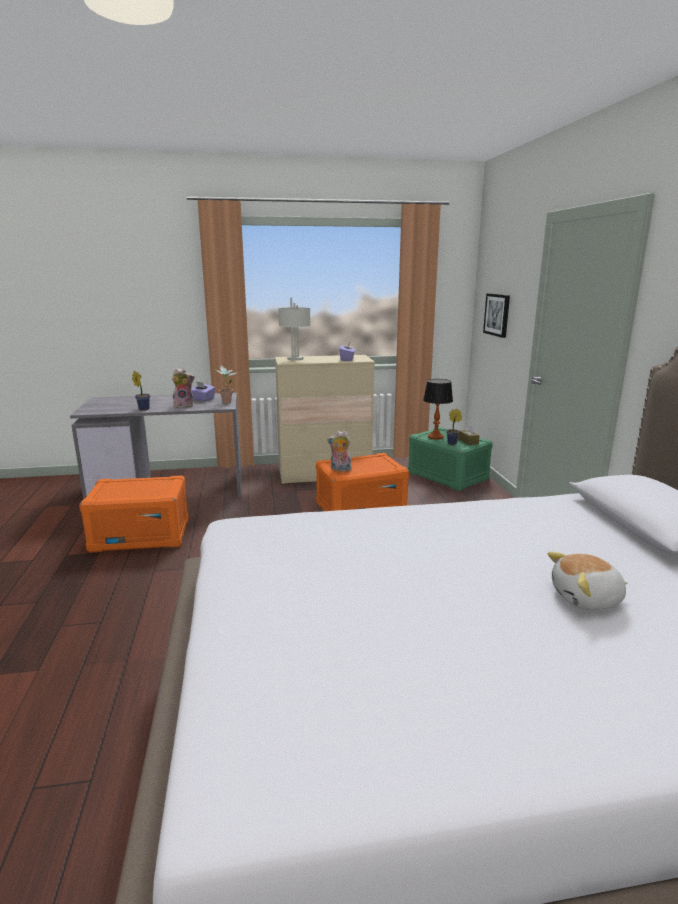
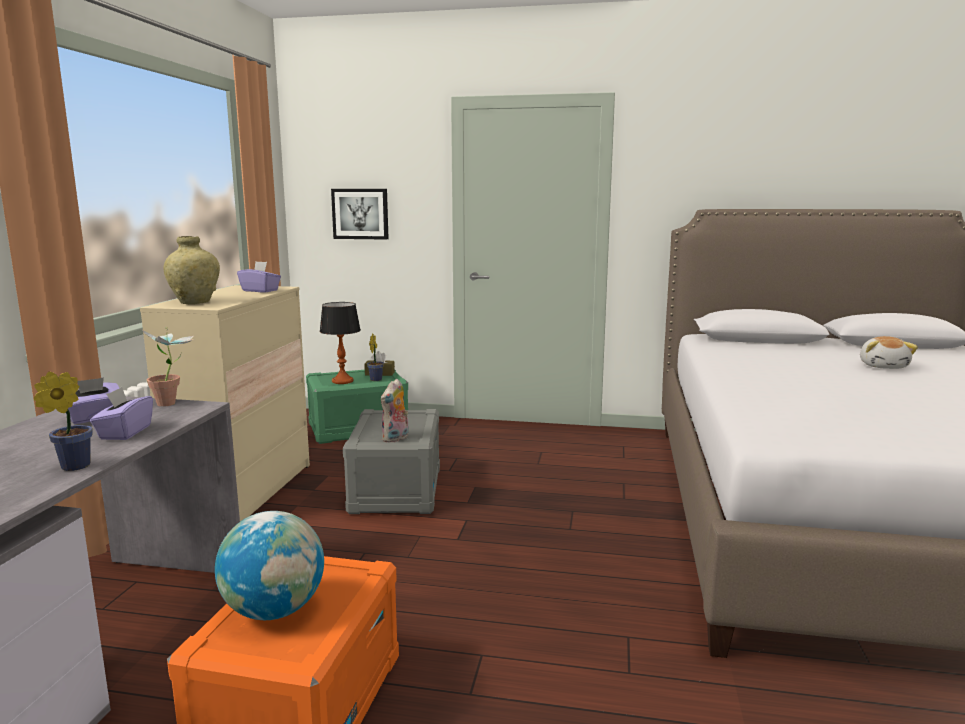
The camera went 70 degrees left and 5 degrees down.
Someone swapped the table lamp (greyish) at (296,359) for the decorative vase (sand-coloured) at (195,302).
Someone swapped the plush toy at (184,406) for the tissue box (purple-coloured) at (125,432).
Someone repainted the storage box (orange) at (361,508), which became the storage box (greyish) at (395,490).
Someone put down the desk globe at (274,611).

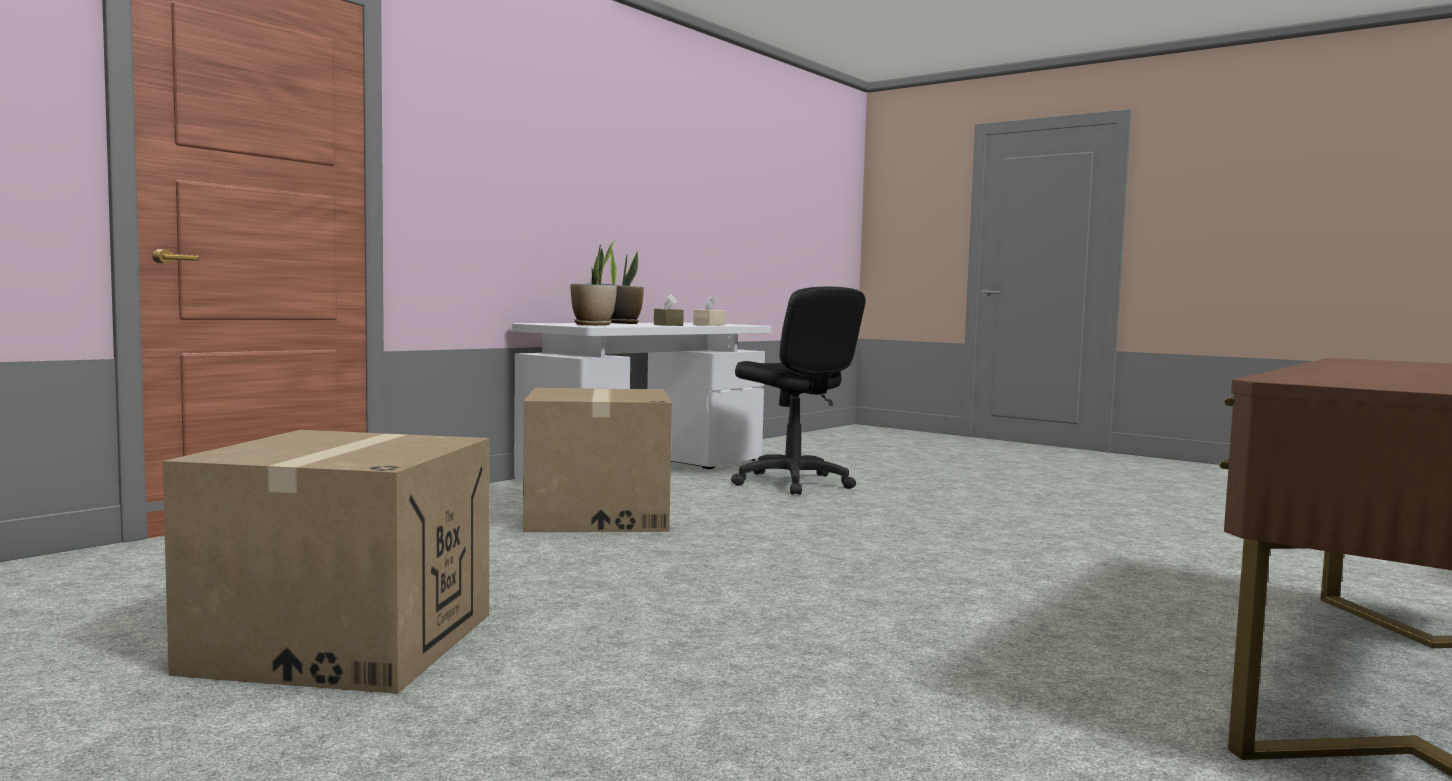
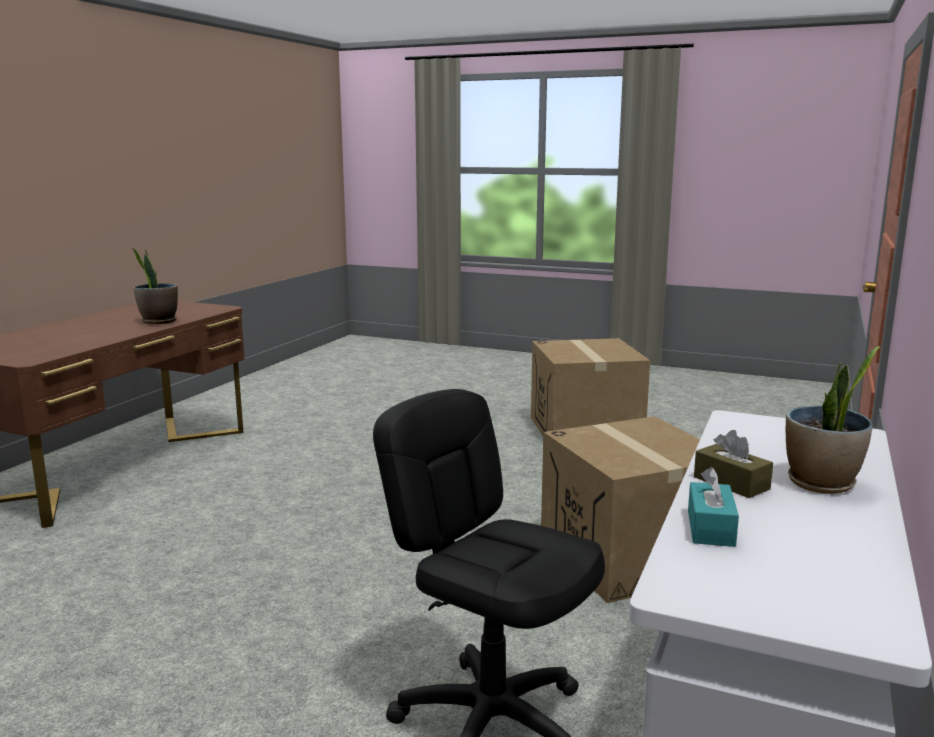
The camera went 165 degrees right and 10 degrees up.
Someone carried the houseplant from (593,325) to (158,321).
Someone repainted the tissue box (sand-coloured) at (709,325), which became the tissue box (turquoise-coloured) at (710,528).

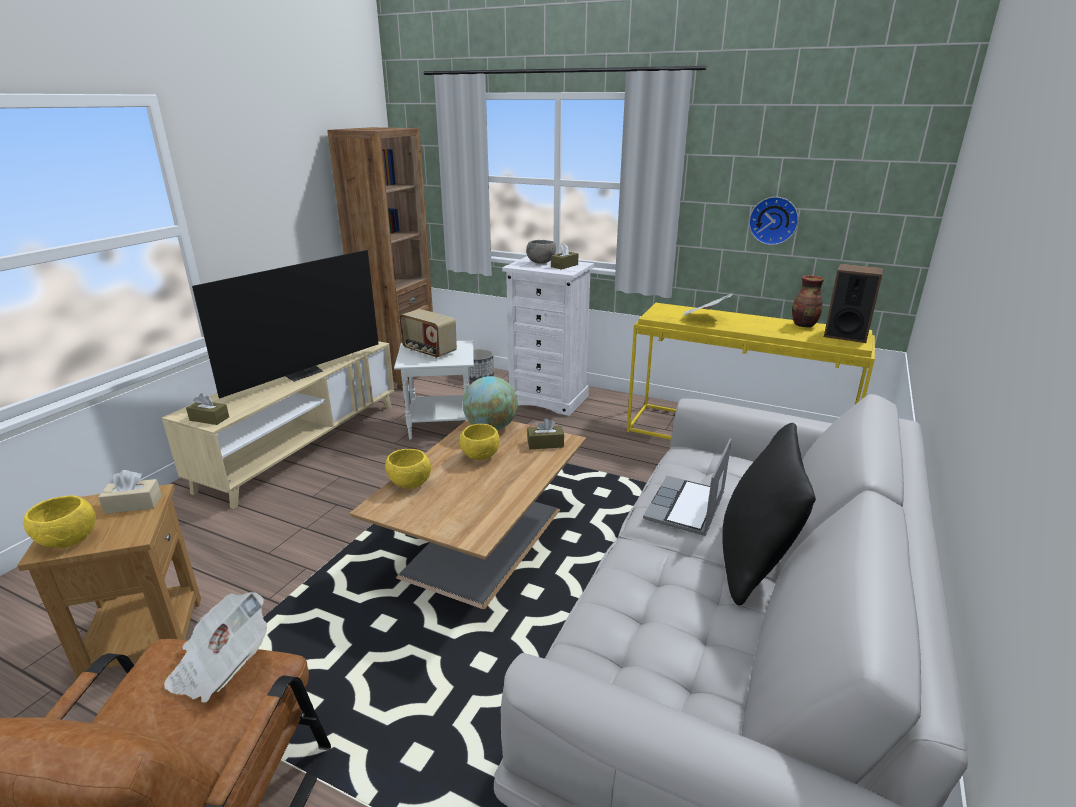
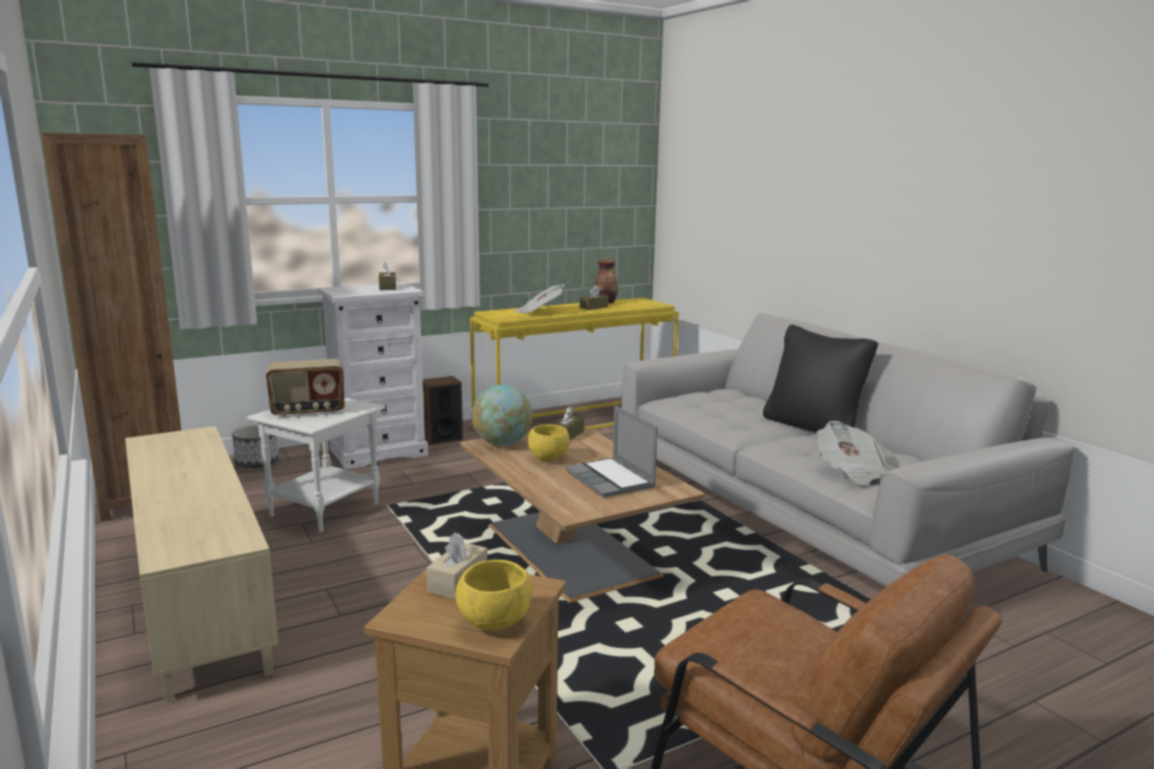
The camera went 55 degrees left and 10 degrees down.
Someone took away the hanging clock at (773,220).
Someone took away the bowl (greyish) at (540,262).
Someone took away the television at (302,373).
Someone carried the speaker from (845,335) to (442,438).
Someone carried the tissue box (brown-coloured) from (209,419) to (594,307).
Someone carried the notebook computer from (686,508) to (611,479).
Someone took away the bowl (yellowish) at (410,484).
Someone carried the printed paper from (222,665) to (849,471).

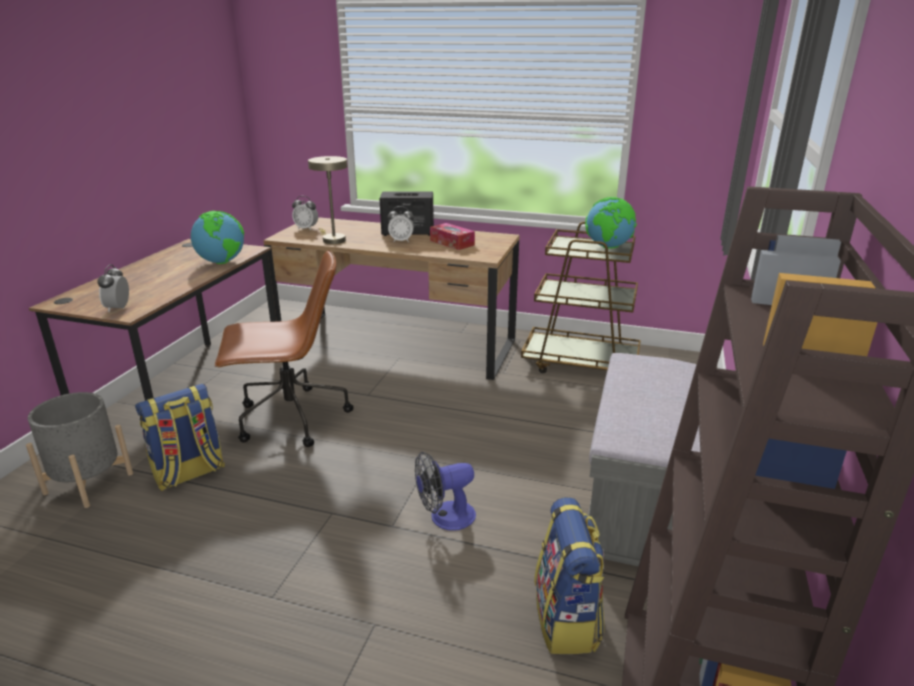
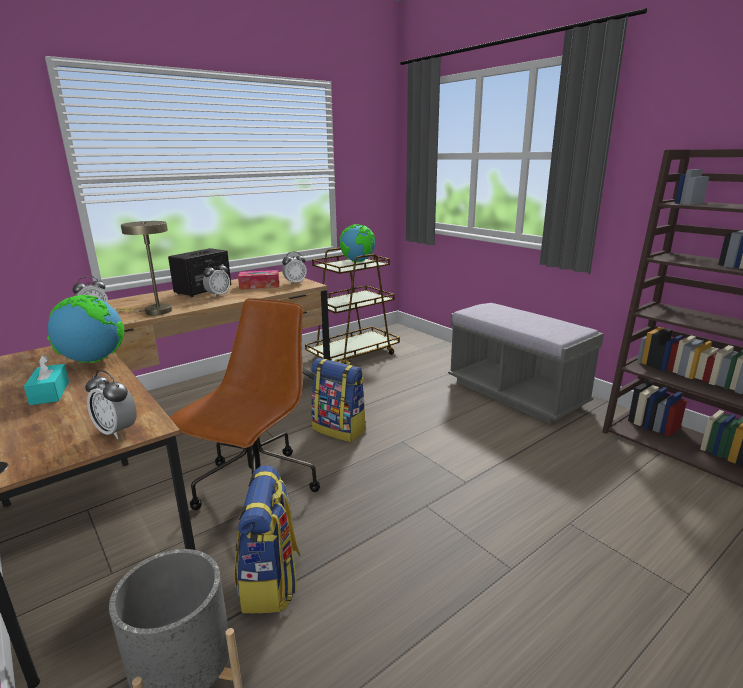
The camera went 55 degrees left and 5 degrees down.
Someone took away the fan at (445,518).
Someone carried the backpack from (567,620) to (340,429).
Someone put down the table clock at (295,282).
Someone put down the tissue box (turquoise-coloured) at (50,393).

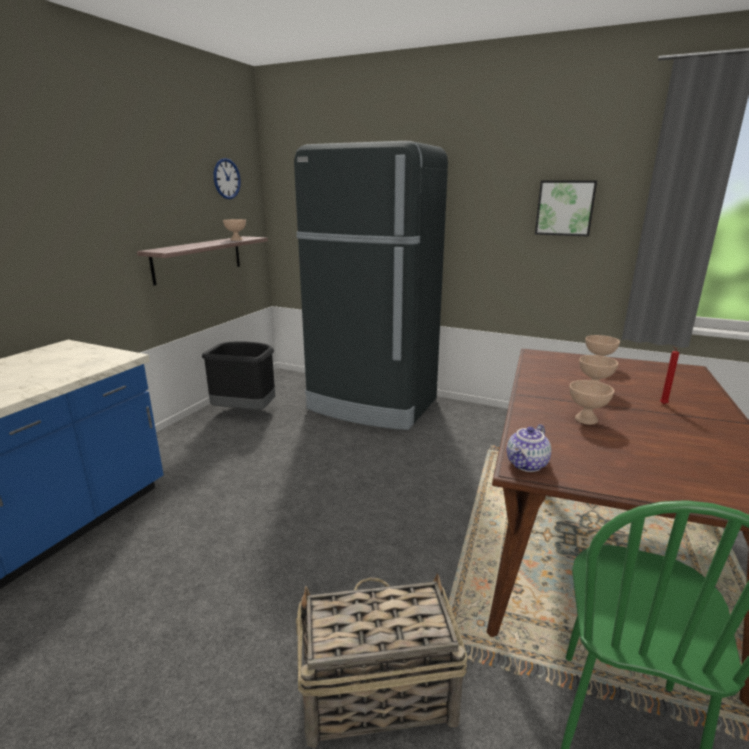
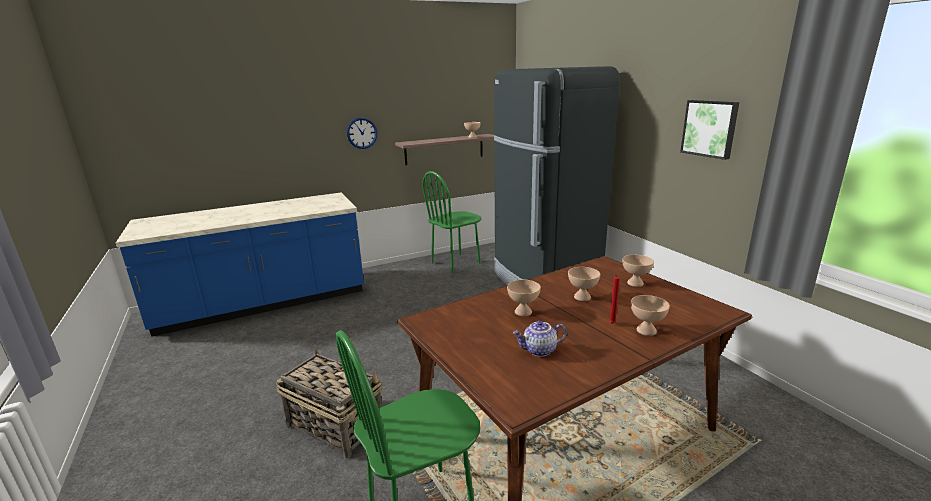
The camera went 40 degrees right and 0 degrees up.
Someone carried the hanging clock from (226,179) to (362,133).
Someone swapped the rubbish bin (black-coloured) at (245,412) for the plain chair (green-coloured) at (456,263).
Someone carried the pot for tea from (527,465) to (539,351).
Someone put down the bowl (sand-coloured) at (646,330).

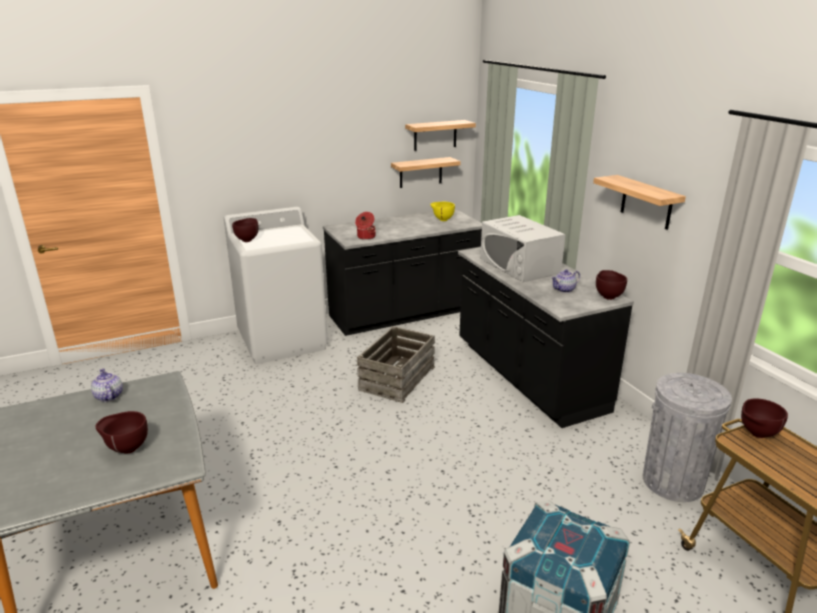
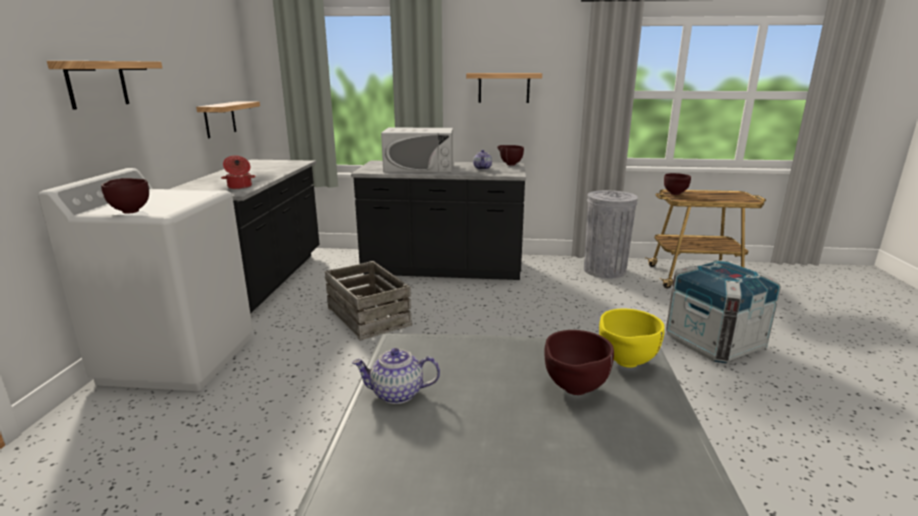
The camera went 60 degrees left and 5 degrees down.
Someone carried the shelf from (435,135) to (97,84).
Someone carried the bowl (yellowish) from (442,220) to (625,363).

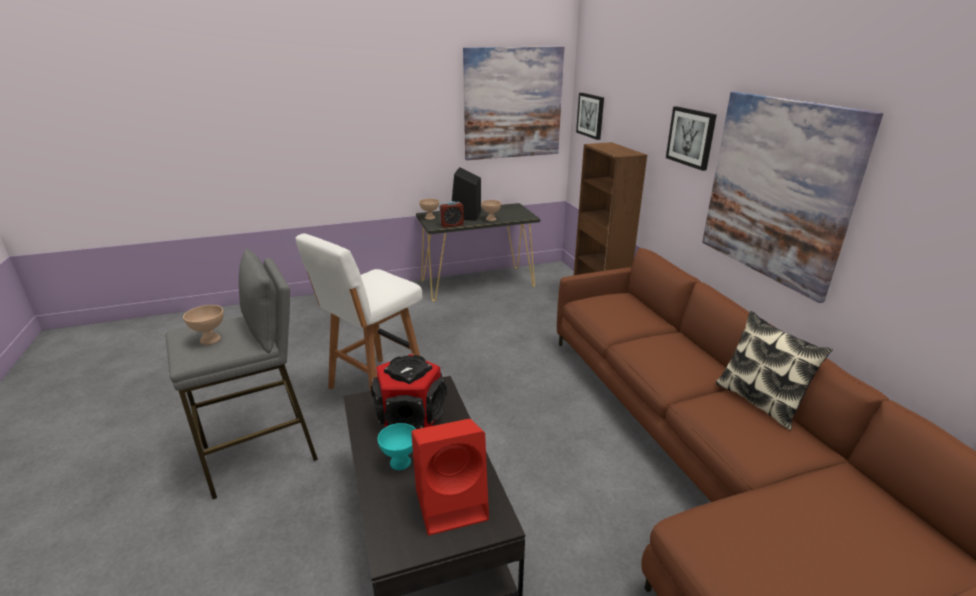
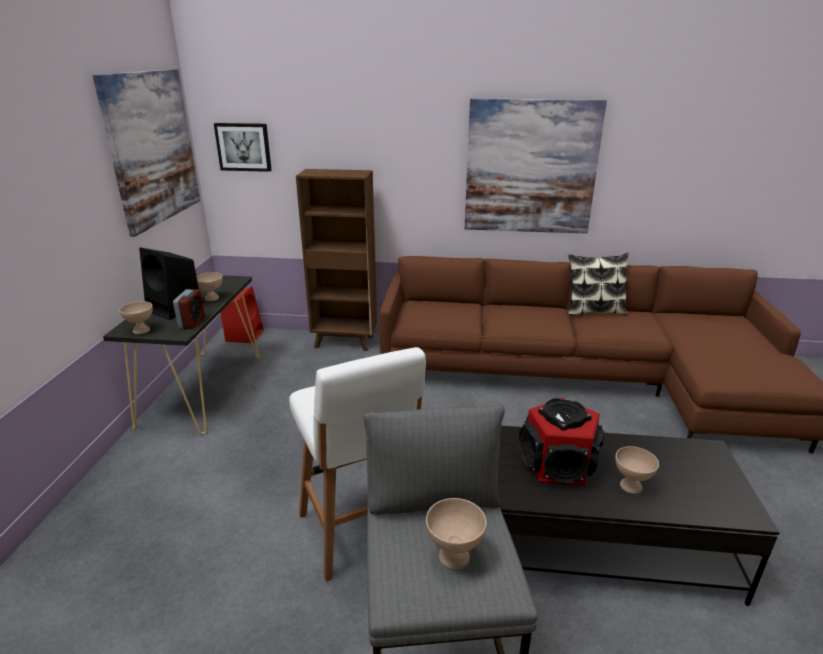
The camera went 65 degrees left and 0 degrees up.
Someone took away the wall art at (691,137).
Someone carried the speaker (red) from (453,503) to (245,335).
Someone repainted the bowl (turquoise-coloured) at (400,463), which became the bowl (sand-coloured) at (631,487).

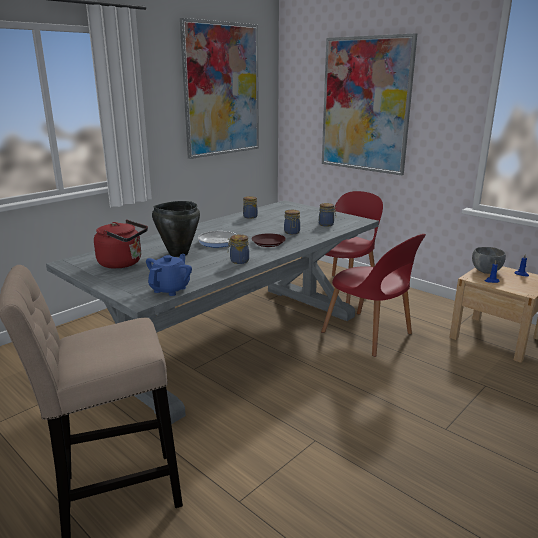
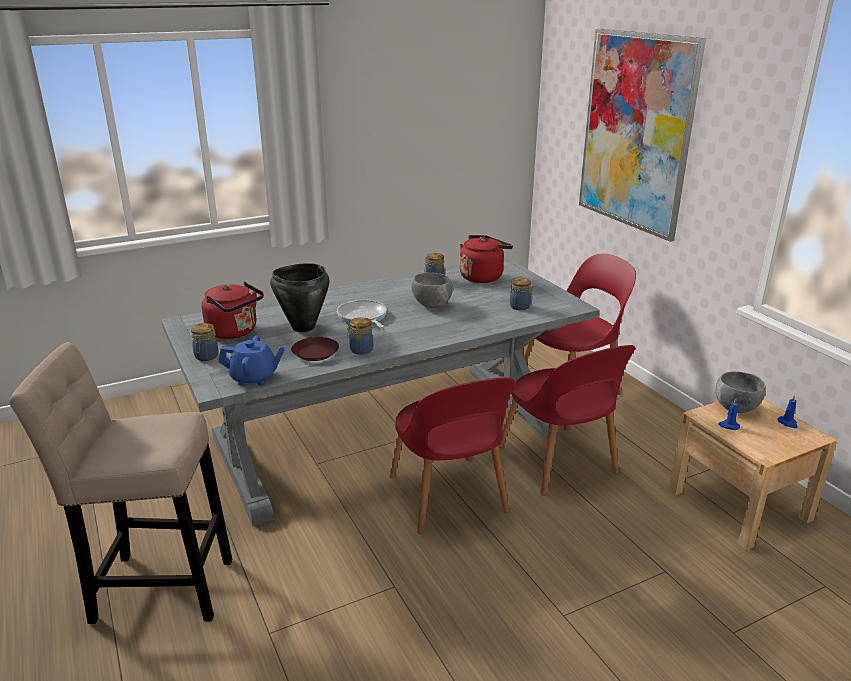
The camera went 20 degrees right and 5 degrees up.
Someone took away the wall art at (222,90).
Someone carried the preserve jar from (292,232) to (206,357).
Someone carried the plate (brown-coloured) from (268,243) to (315,353).
Someone rotated the pot for tea (blue) at (170,289) by 45 degrees clockwise.
Someone put down the kettle (red) at (483,276).
Someone put down the bowl (greyish) at (431,305).
Someone put down the plain chair (red) at (448,497).

